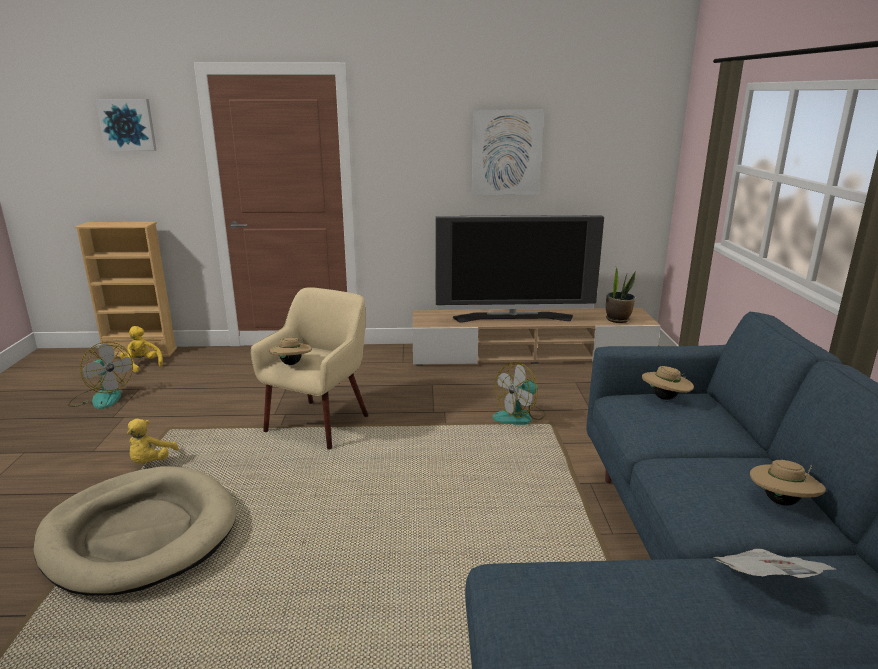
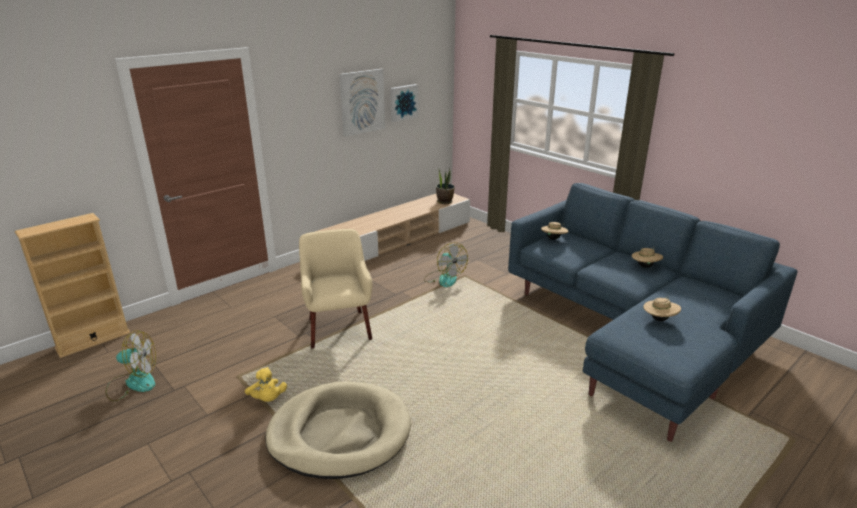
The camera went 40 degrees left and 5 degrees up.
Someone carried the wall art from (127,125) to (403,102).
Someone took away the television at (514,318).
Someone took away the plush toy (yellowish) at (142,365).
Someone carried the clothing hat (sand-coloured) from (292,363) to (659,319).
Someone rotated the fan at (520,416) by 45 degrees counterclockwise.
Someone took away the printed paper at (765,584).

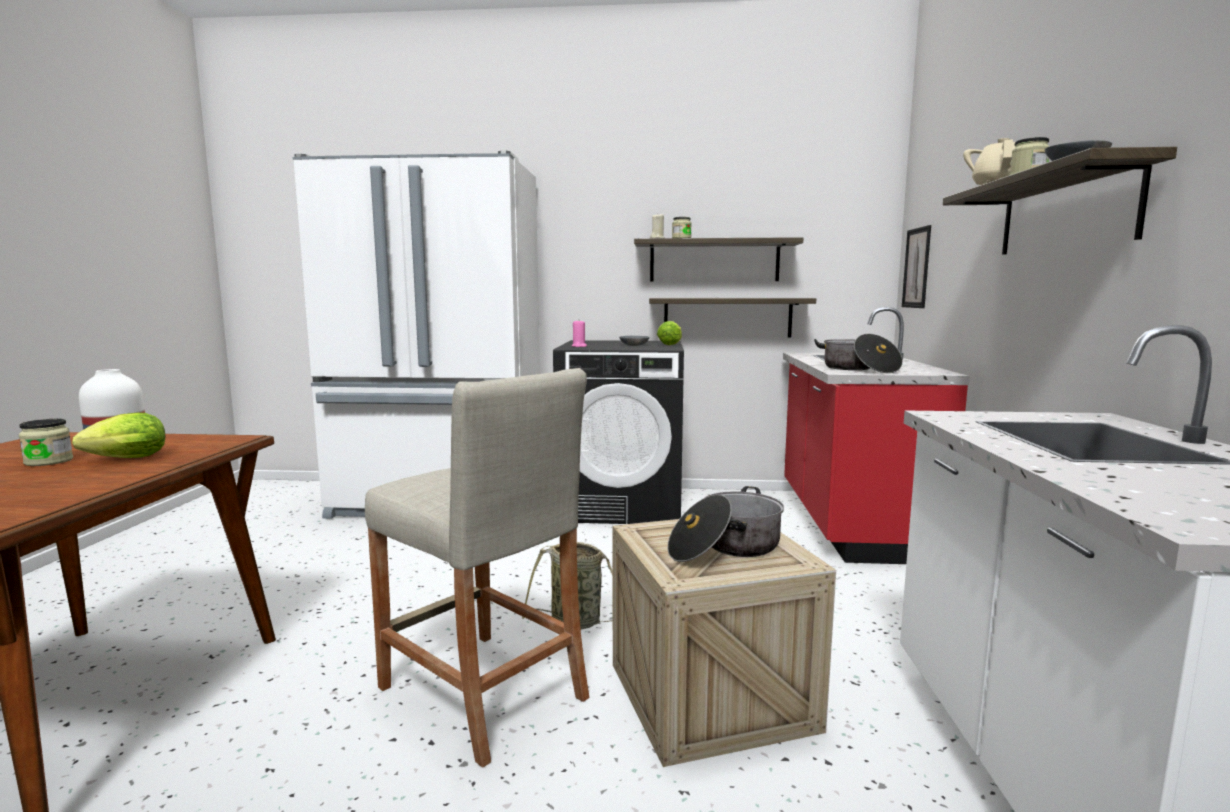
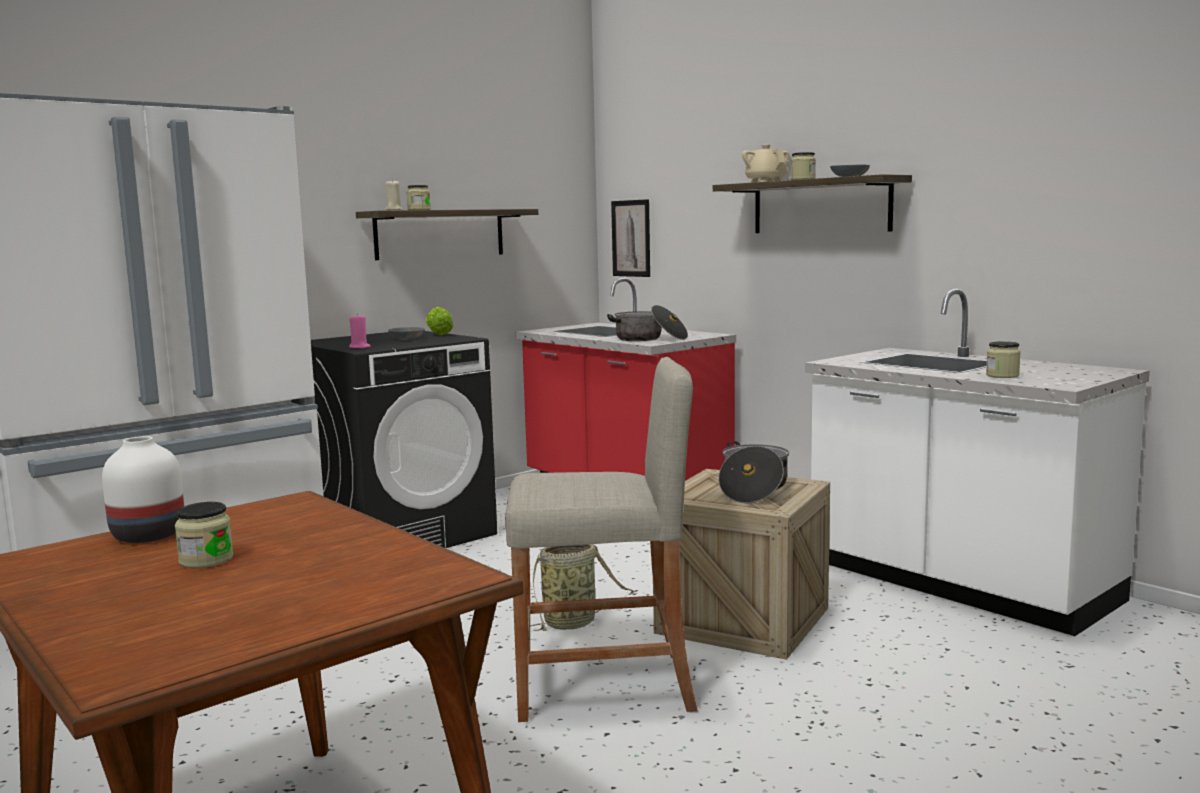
The camera went 45 degrees left and 0 degrees up.
Someone took away the shelf at (727,317).
Someone took away the head of lettuce at (122,459).
Someone put down the preserve jar at (1002,375).

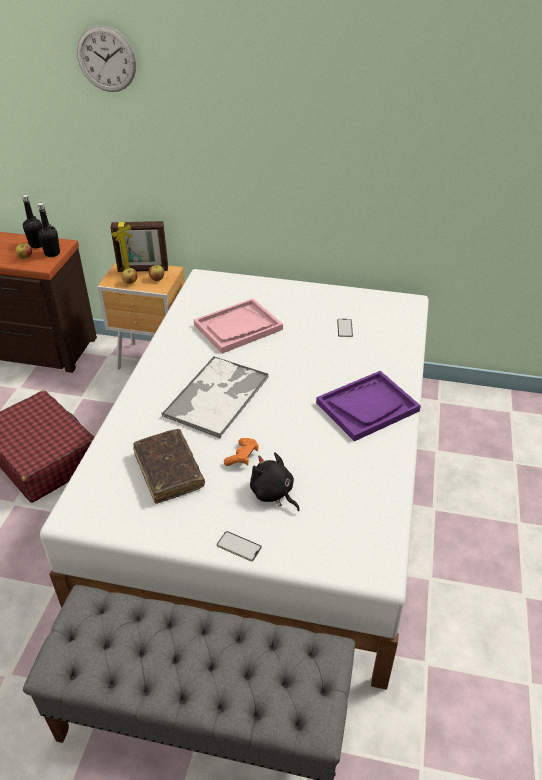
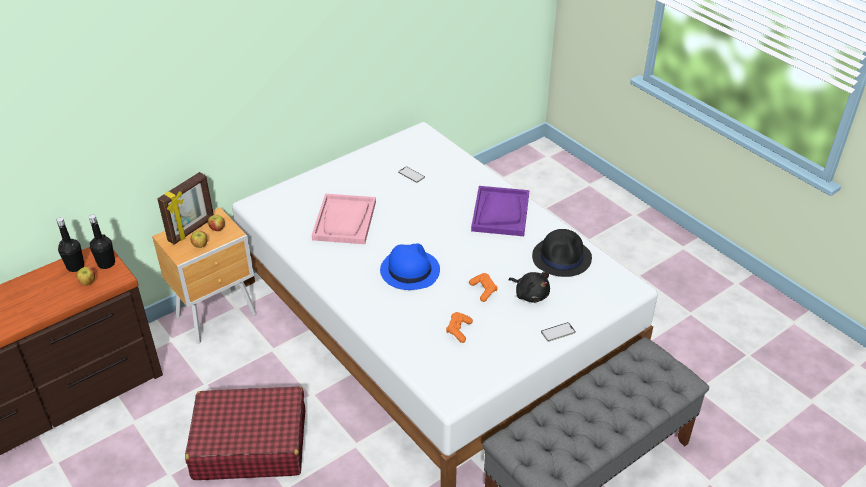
The camera went 50 degrees left and 0 degrees up.
Someone took away the hanging clock at (106,59).
Someone swapped the serving tray at (217,396) for the clothing hat (blue) at (409,270).
Someone swapped the volume (brown-coloured) at (169,471) for the game controller (orange) at (458,330).
Someone rotated the plush toy (black-coloured) at (273,493) by 135 degrees counterclockwise.
Someone put down the clothing hat (black-coloured) at (562,257).

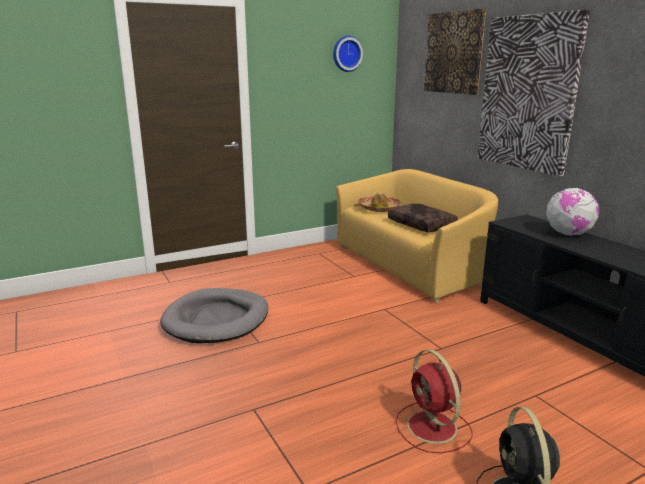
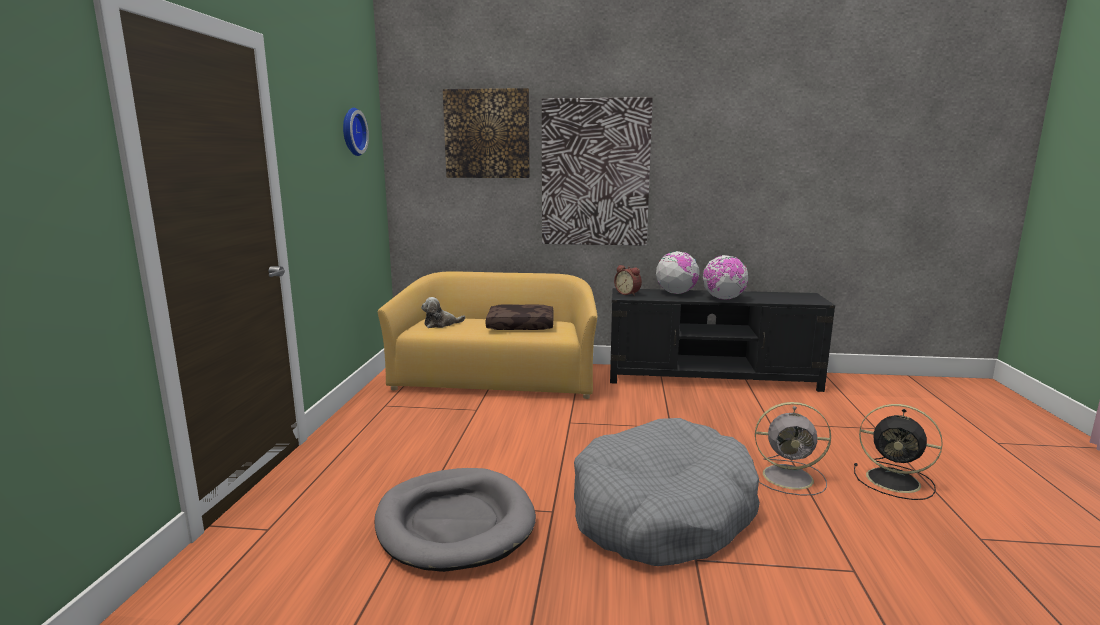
The camera went 55 degrees left and 5 degrees down.
Someone swapped the clothing hat at (379,208) for the plush toy at (441,324).
Someone repainted the fan (red) at (433,428), which became the fan (greyish) at (790,477).
Someone put down the desk globe at (723,299).
Someone put down the table clock at (628,293).
Someone put down the pet bed (greyish) at (662,512).

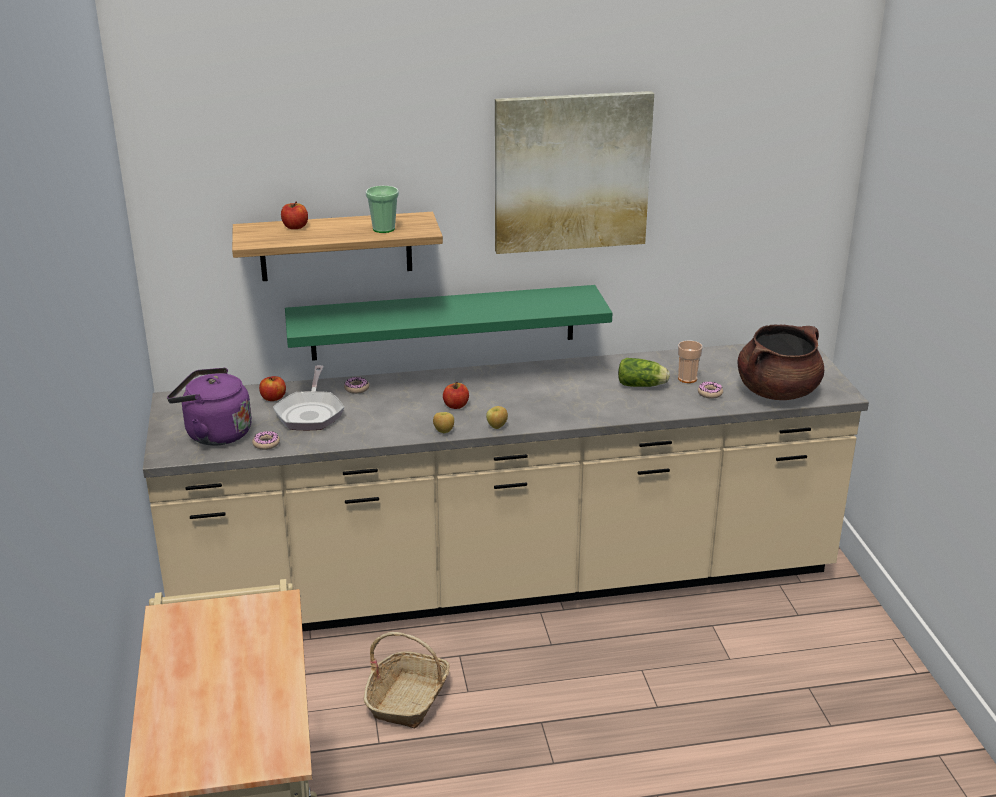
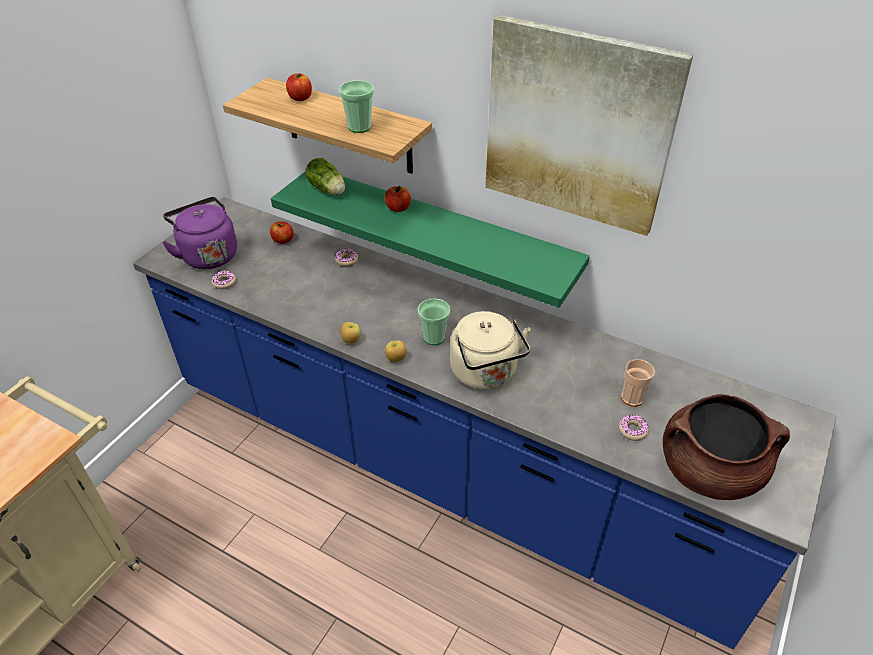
The camera went 40 degrees right and 15 degrees up.
Someone repainted the counter (sand-coloured) at (498,585), which became the counter (blue) at (437,465).
Someone carried the head of lettuce from (643,385) to (328,190).
Someone took away the pan at (310,413).
Someone carried the apple from (456,405) to (398,208).
Someone took away the basket at (408,699).
Someone put down the small cup at (434,337).
Someone put down the kettle (sand-coloured) at (486,374).

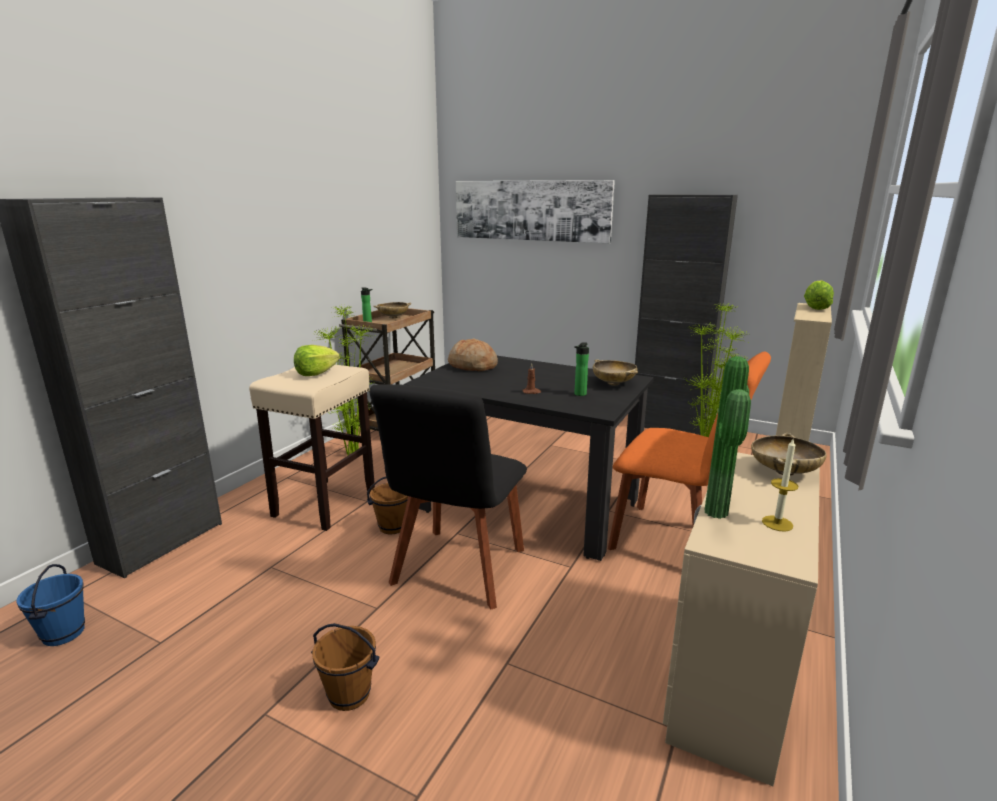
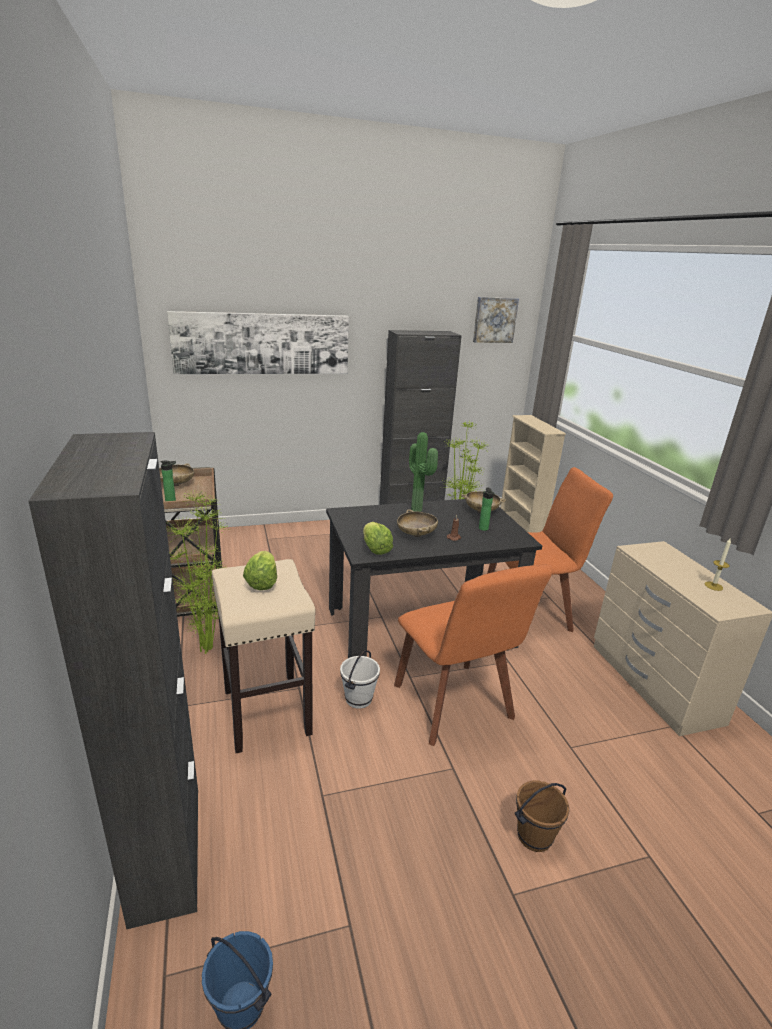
The camera went 45 degrees left and 5 degrees up.
Someone carried the head of lettuce from (815,308) to (375,549).
Someone took away the baked bread at (472,366).
Someone carried the houseplant from (721,513) to (418,509).
Someone repainted the plain chair (black-coloured) at (457,571), which became the plain chair (orange) at (455,706).
Someone carried the bowl (sand-coloured) from (784,472) to (416,534).
Someone repainted the bucket (brown-coloured) at (392,527), which became the bucket (white) at (359,699).
Someone put up the wall art at (494,320).

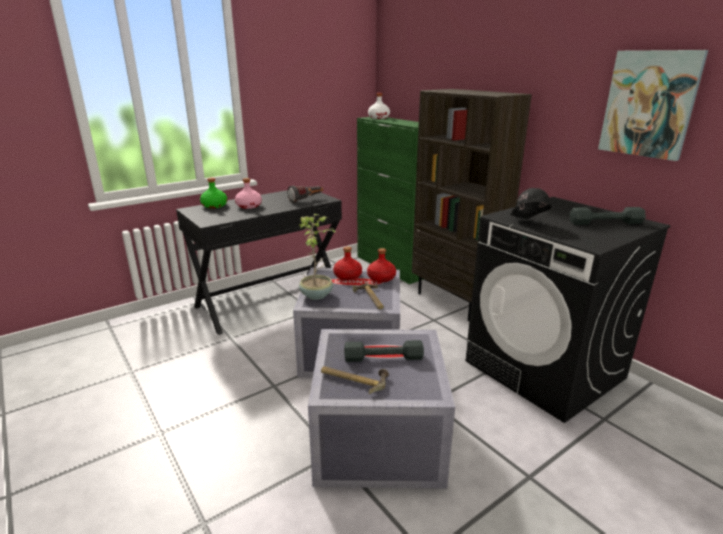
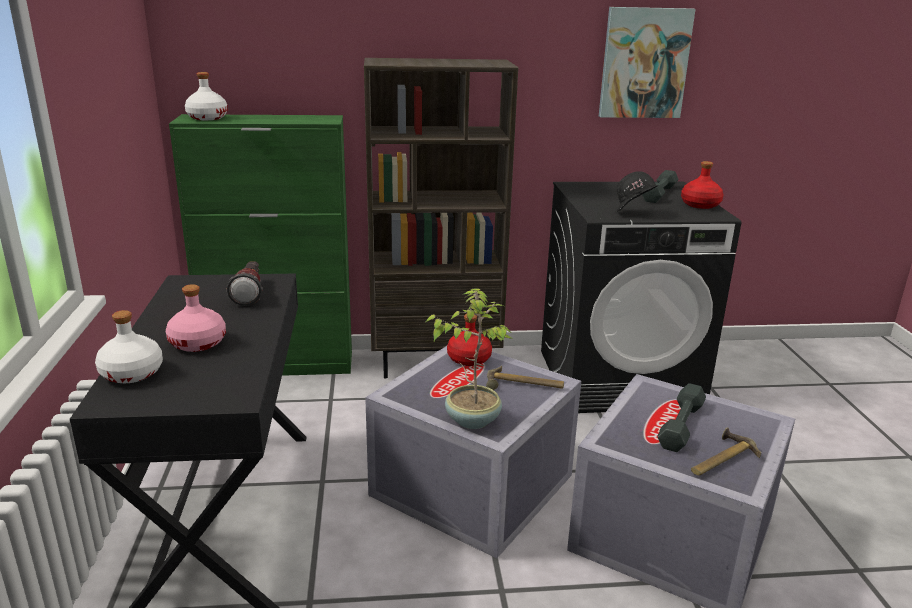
The camera went 60 degrees left and 0 degrees up.
Someone repainted the drink bottle (green-coloured) at (214,206), which became the drink bottle (white) at (131,373).
Someone carried the drink bottle (red) from (347,276) to (700,205).

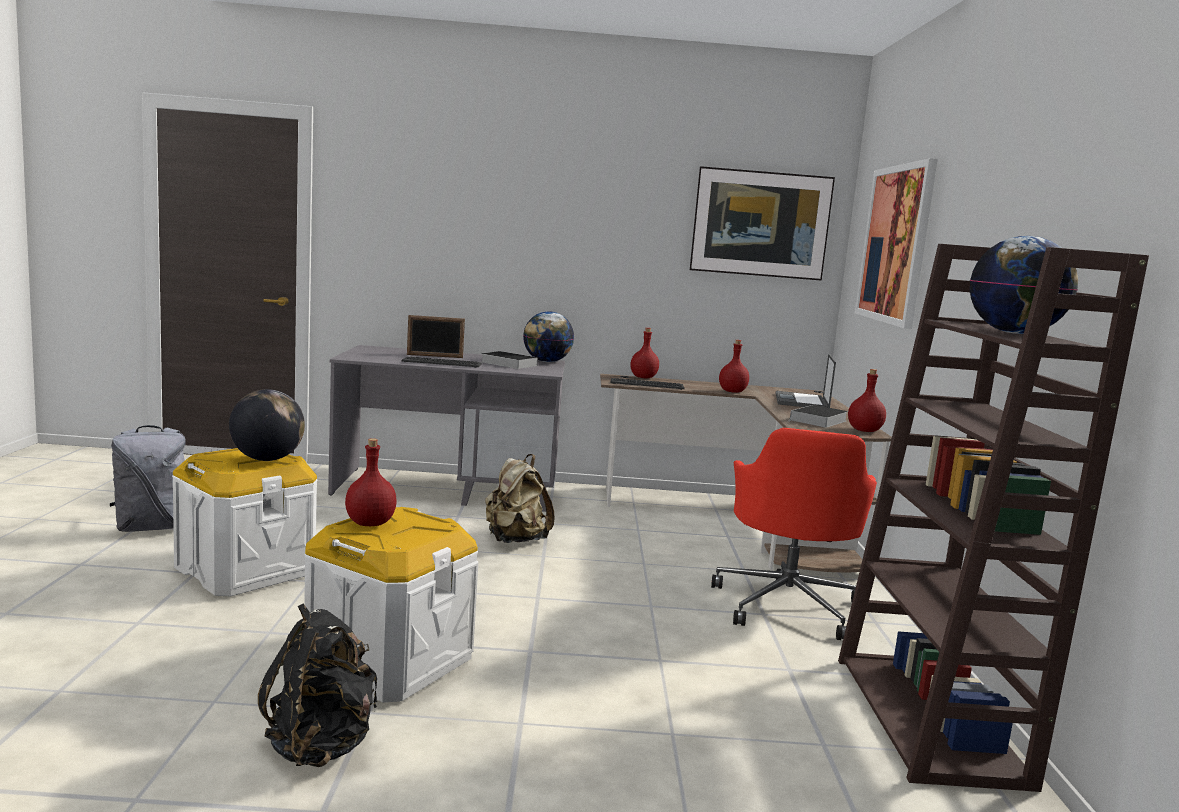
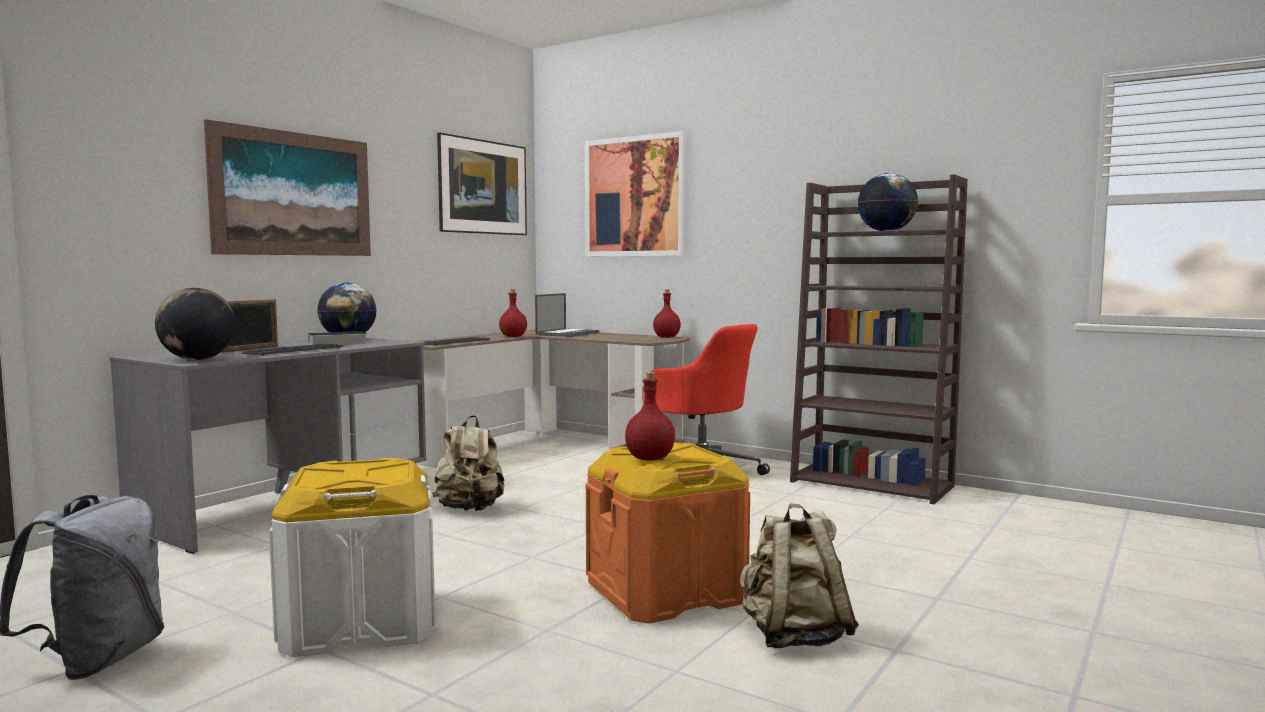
The camera went 55 degrees left and 5 degrees down.
Someone took away the drink bottle (red) at (644,377).
Someone rotated the notebook computer at (802,401) by 105 degrees counterclockwise.
Someone carried the desk globe from (267,459) to (198,359).
Someone took away the volume at (818,420).
Someone repainted the storage box (white) at (389,661), which became the storage box (orange) at (666,592).
Someone repainted the backpack (black-coloured) at (321,745), which became the backpack (sand-coloured) at (794,637).
Someone put up the wall art at (293,194).

